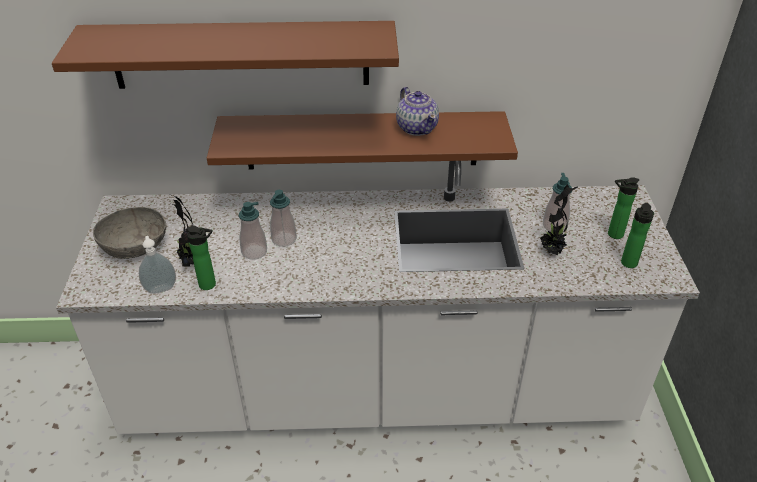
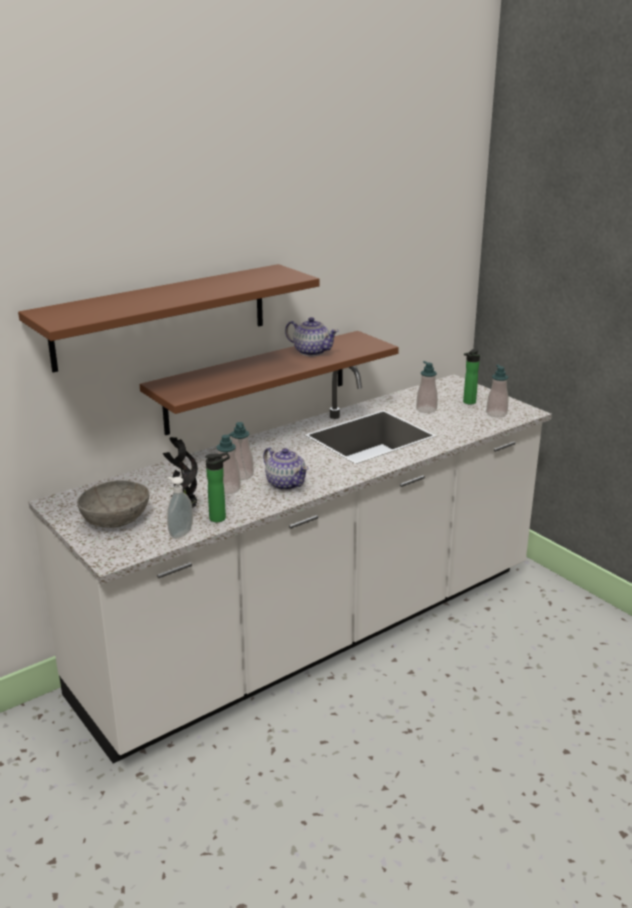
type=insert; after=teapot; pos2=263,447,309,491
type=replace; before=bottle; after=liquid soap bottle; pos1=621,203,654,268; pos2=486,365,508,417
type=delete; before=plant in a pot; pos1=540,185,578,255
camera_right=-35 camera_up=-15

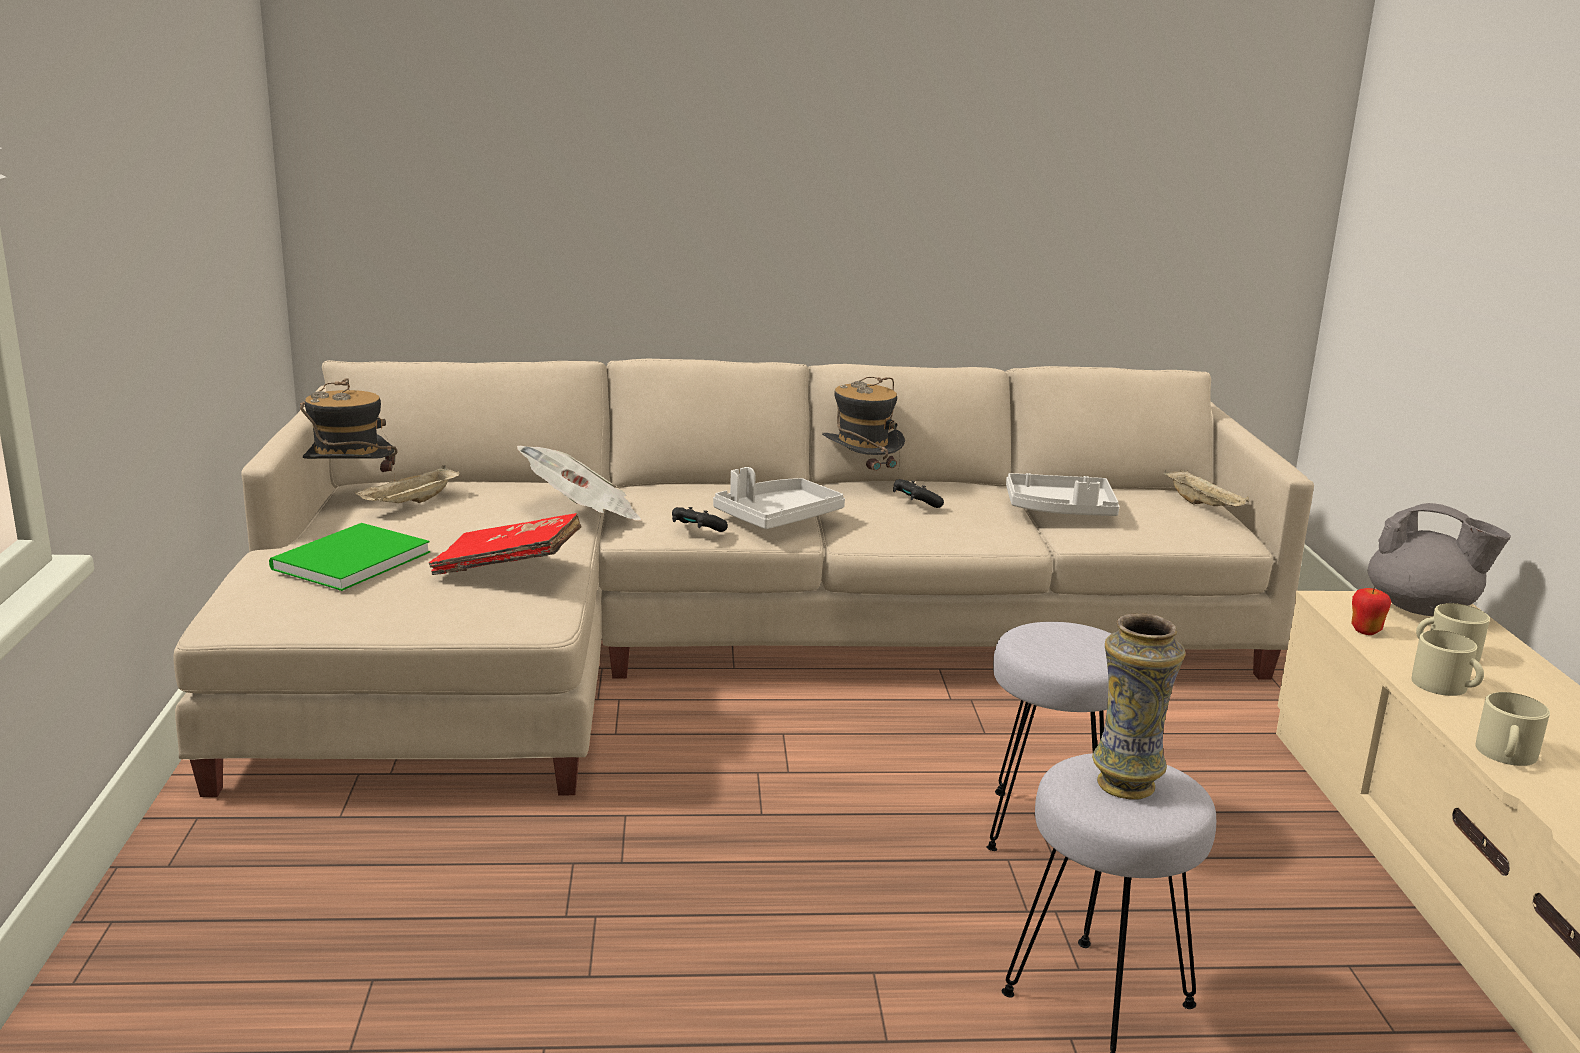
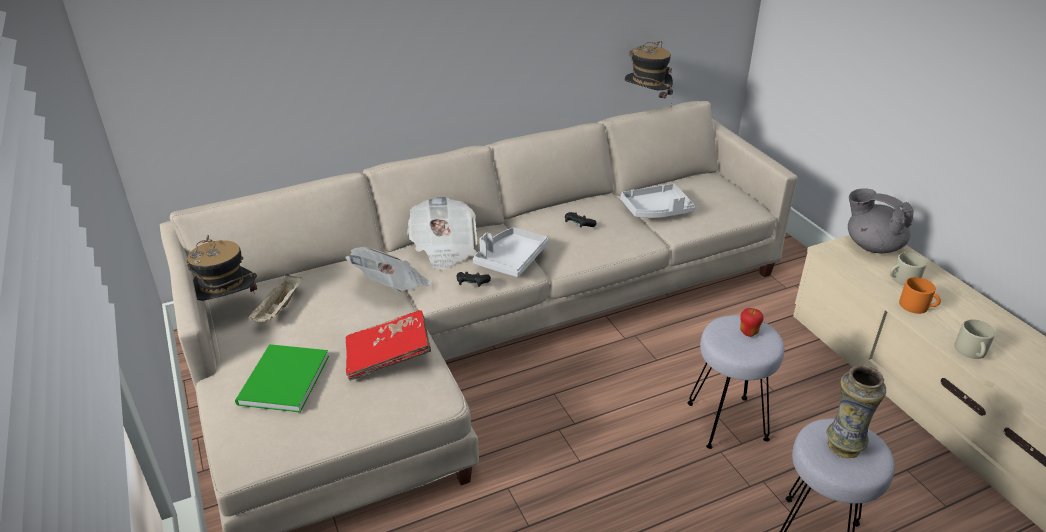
type=insert; after=printed paper; pos2=407,197,477,270
type=move; before=clothing hat; pos1=822,377,905,492; pos2=624,41,673,106
type=move; before=whole apple; pos1=1351,587,1391,635; pos2=740,308,764,337
type=rotate; before=gray teapot; pos1=1368,503,1511,616; pos2=848,188,914,253; turn=-150
type=recolor; before=sand-coloured coffee mug; after=orangey coffee mug; pos1=1412,630,1484,696; pos2=899,277,941,314
type=delete; before=sand-coloured tray; pos1=1163,469,1249,506
camera_right=-20 camera_up=15

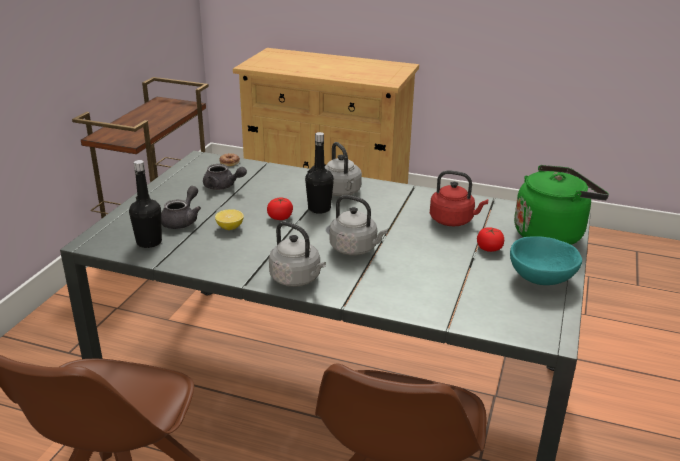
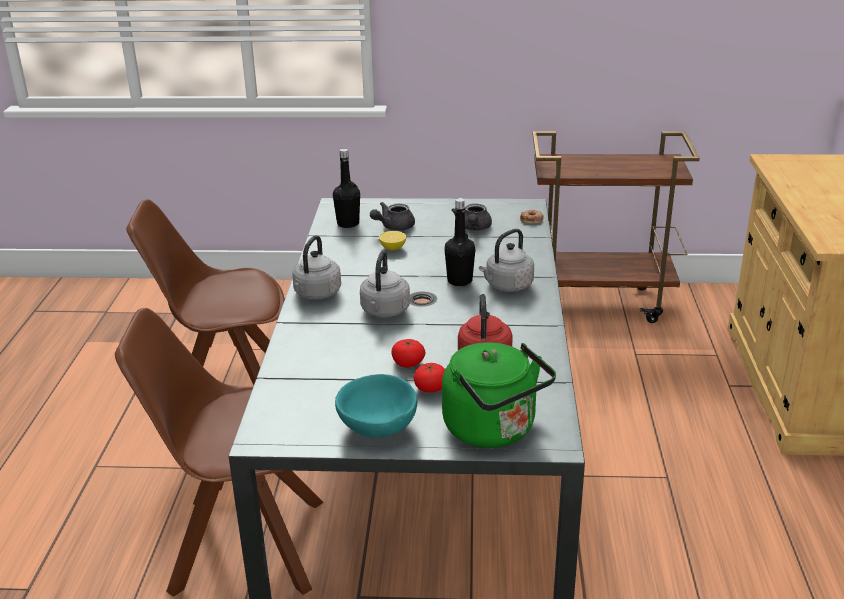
type=rotate; before=gray teapot; pos1=161,186,201,229; pos2=370,202,415,231; turn=135
type=move; before=fresh tomato; pos1=267,197,293,220; pos2=391,339,425,368
camera_right=75 camera_up=0

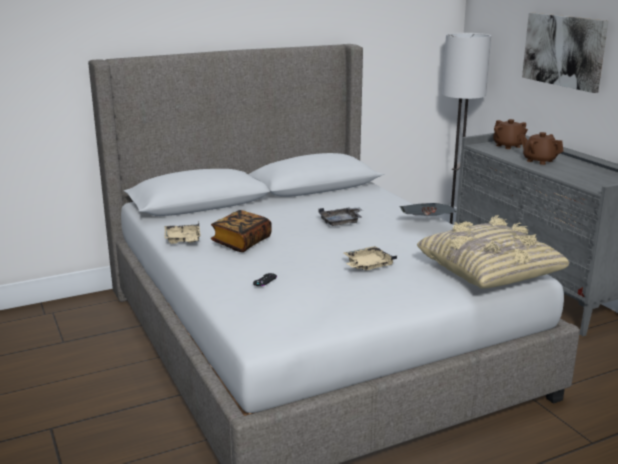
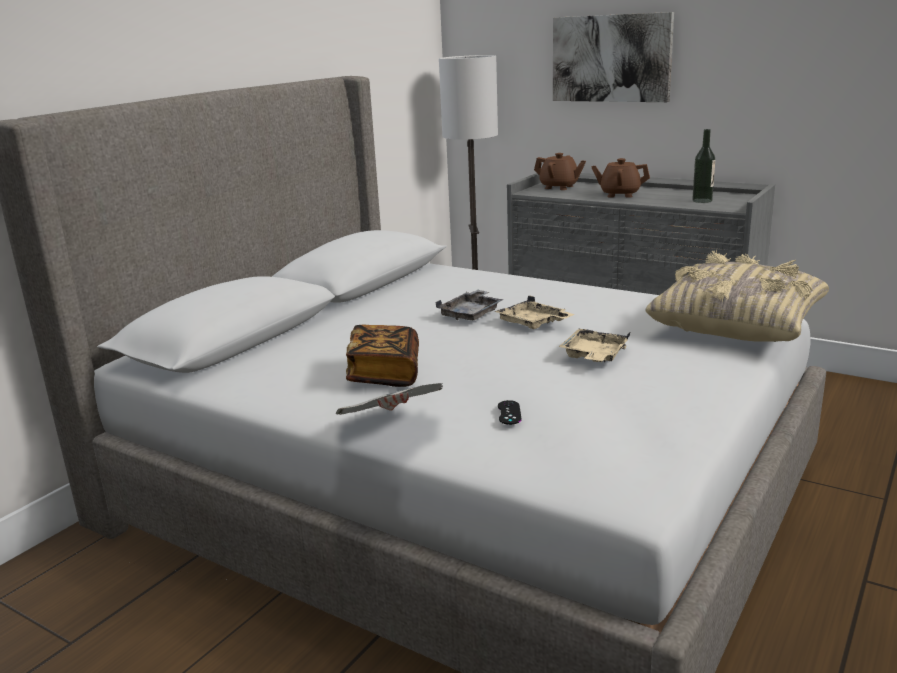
type=move; before=printed paper; pos1=399,203,456,216; pos2=336,383,443,415
type=move; before=sand-coloured tray; pos1=165,222,201,244; pos2=494,295,574,329
type=insert; after=bottle; pos2=692,129,715,203
camera_right=-30 camera_up=0

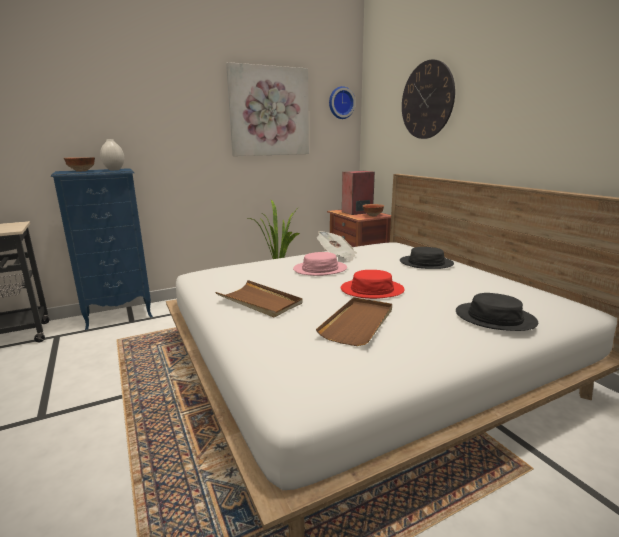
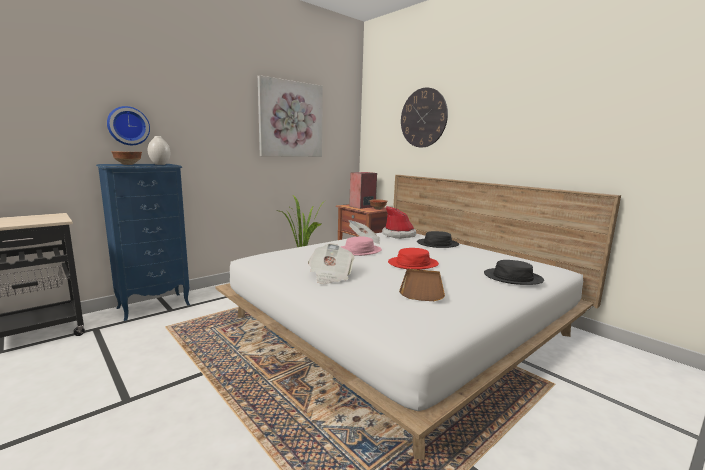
type=move; before=clock on the wall; pos1=329,86,356,119; pos2=107,106,150,145
type=replace; before=brownish tray; after=printed paper; pos1=216,280,303,317; pos2=308,243,354,284
type=insert; after=clothing hat; pos2=382,206,416,239
camera_right=-15 camera_up=-5

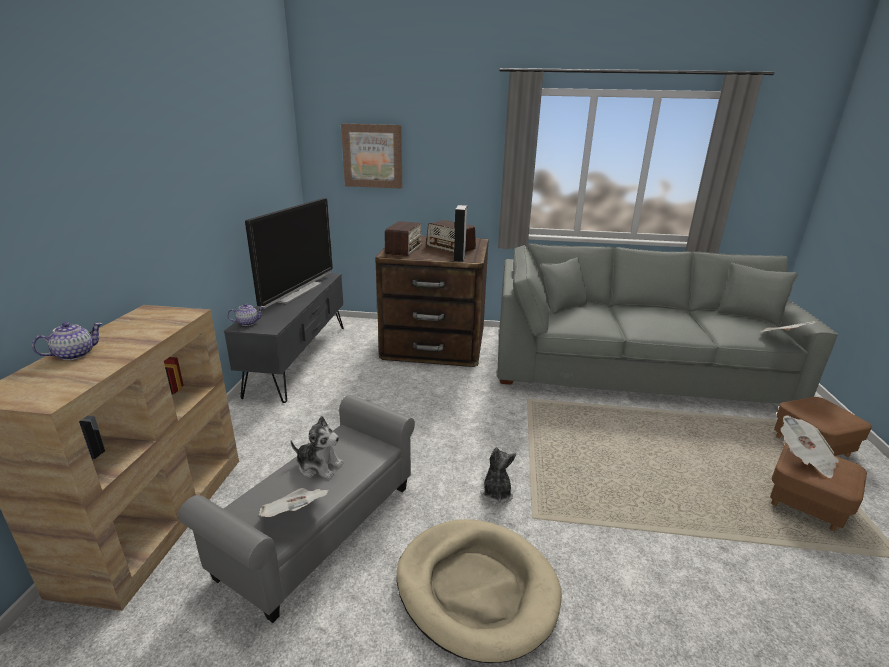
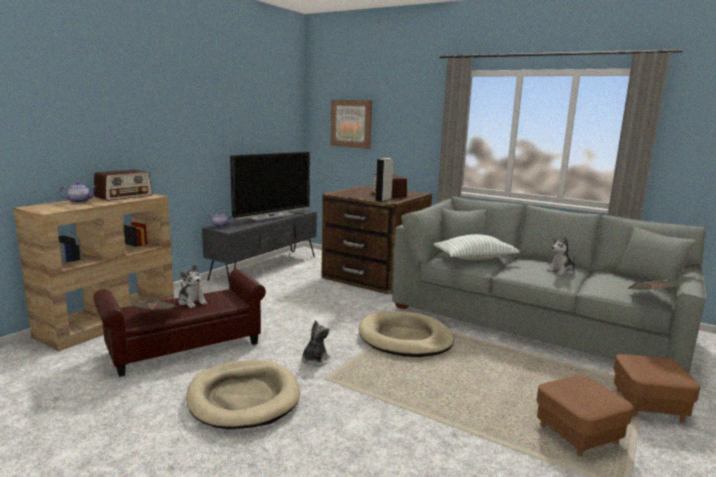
type=recolor; before=gray footrest; after=brownish footrest; pos1=178,395,415,623; pos2=93,269,266,377
type=move; before=radio; pos1=385,221,422,256; pos2=94,170,153,201
type=insert; after=sand-coloured dog bed; pos2=359,311,454,357
type=insert; after=throw pillow; pos2=434,234,520,260
type=insert; after=cuddly toy; pos2=546,236,575,276
type=delete; before=printed paper; pos1=781,415,839,478
camera_right=25 camera_up=-10

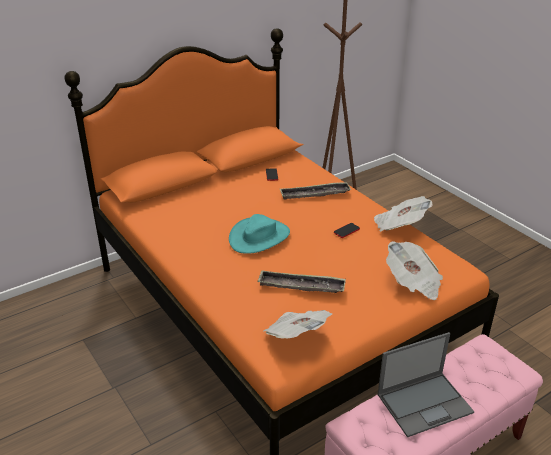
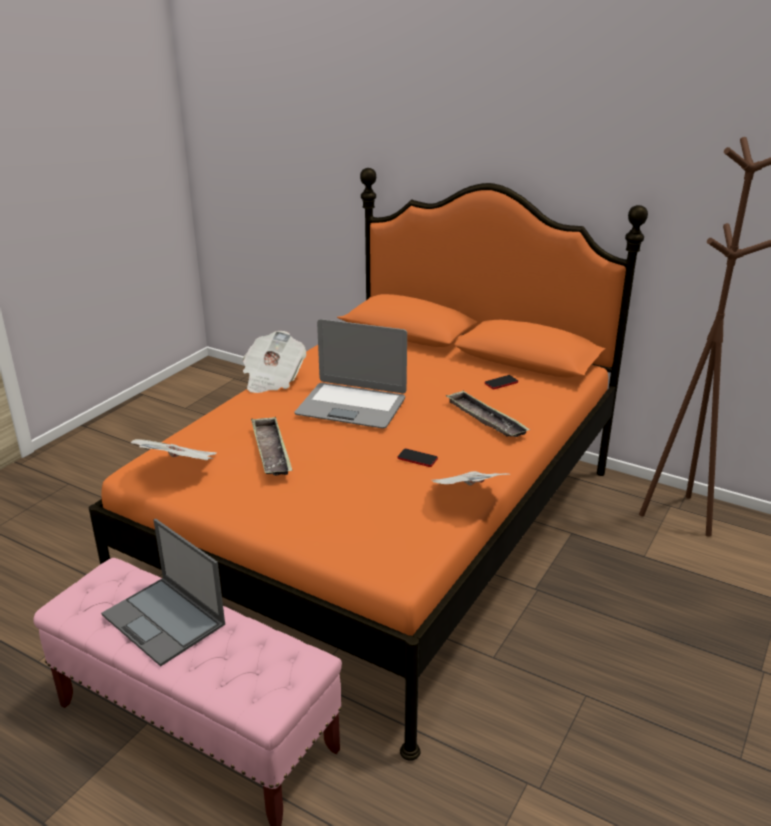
type=move; before=printed paper; pos1=386,241,443,300; pos2=243,331,306,393
type=replace; before=turquoise clothing hat; after=laptop; pos1=229,214,290,254; pos2=295,319,407,429
camera_right=65 camera_up=-5

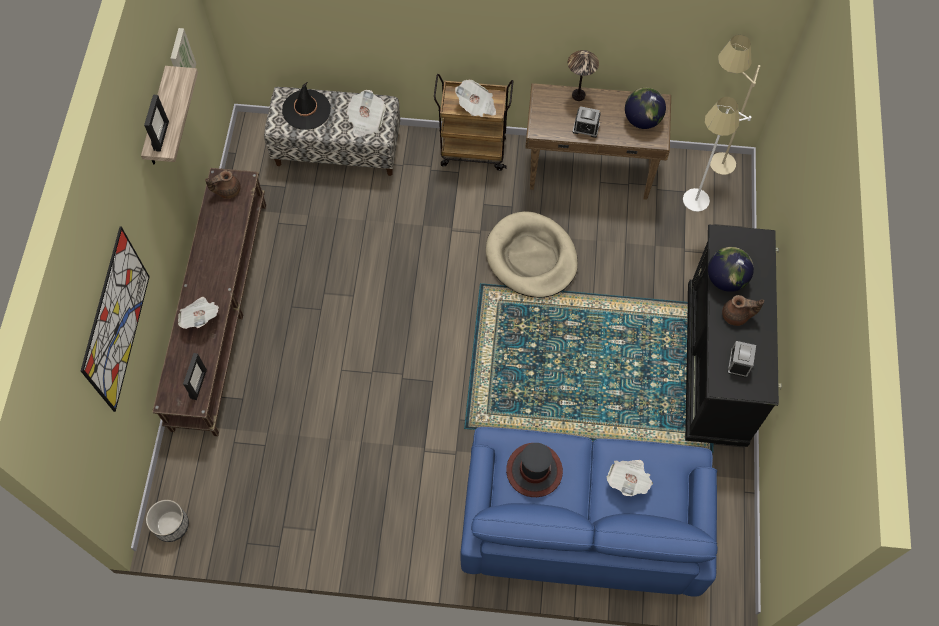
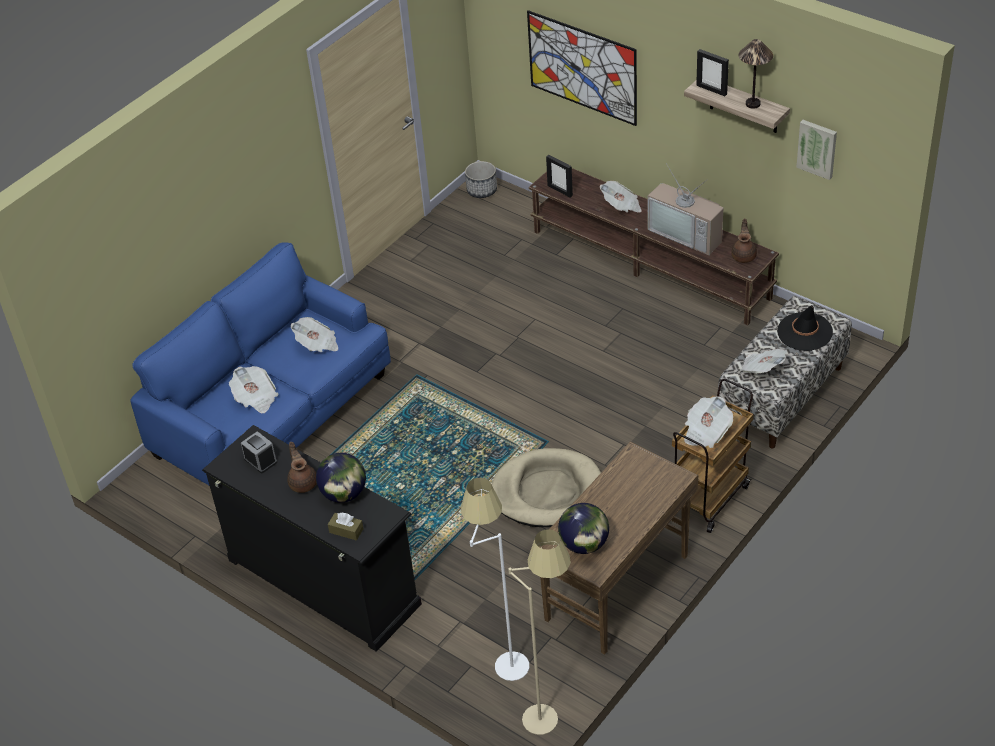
type=rotate; before=brownish teapot; pos1=722,295,764,326; pos2=287,442,317,493; turn=120
type=replace; before=clothing hat; after=printed paper; pos1=506,443,563,497; pos2=291,317,338,352
type=insert; after=brownish box of tissues; pos2=328,512,364,541
type=insert; after=TV; pos2=647,163,723,255
type=move; before=lamp for a table; pos1=567,50,599,101; pos2=739,39,773,109
type=delete; before=bedside clock; pos1=573,106,601,138
camera_right=125 camera_up=-20

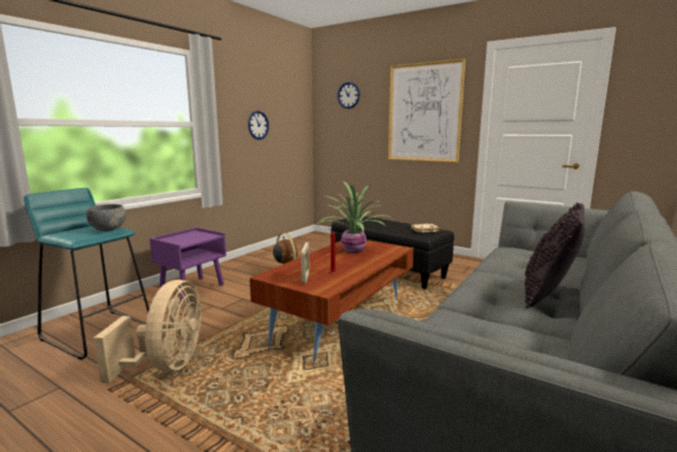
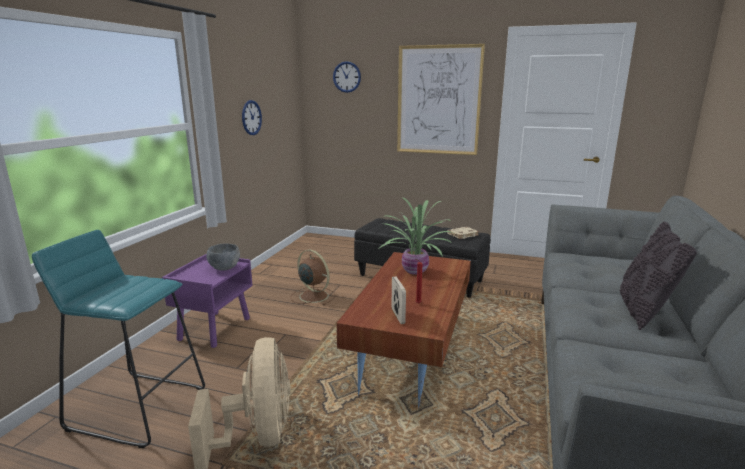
type=move; before=gray serving bowl; pos1=86,204,126,231; pos2=206,243,240,271
camera_right=-15 camera_up=5

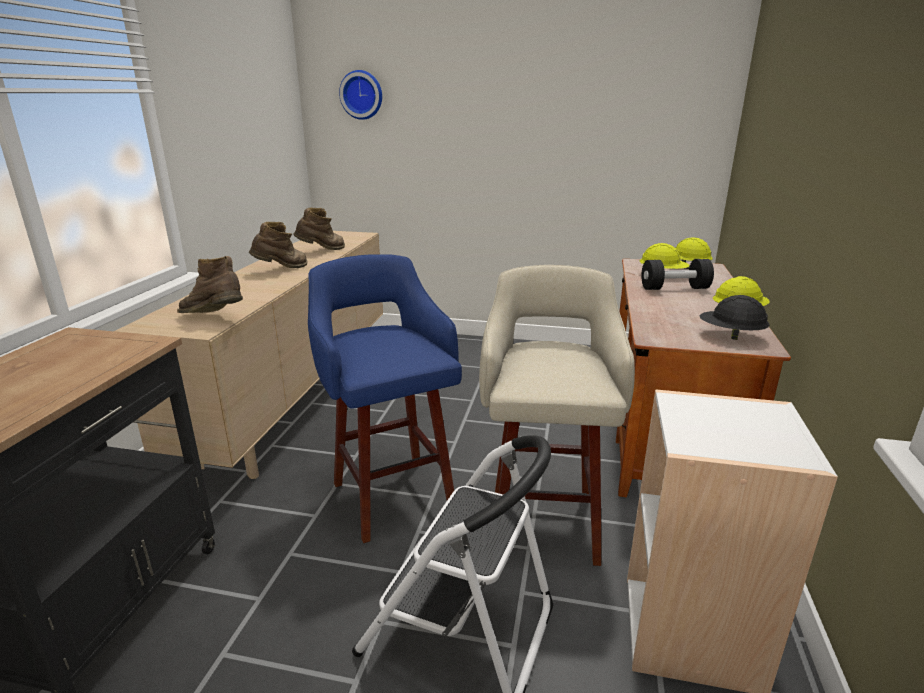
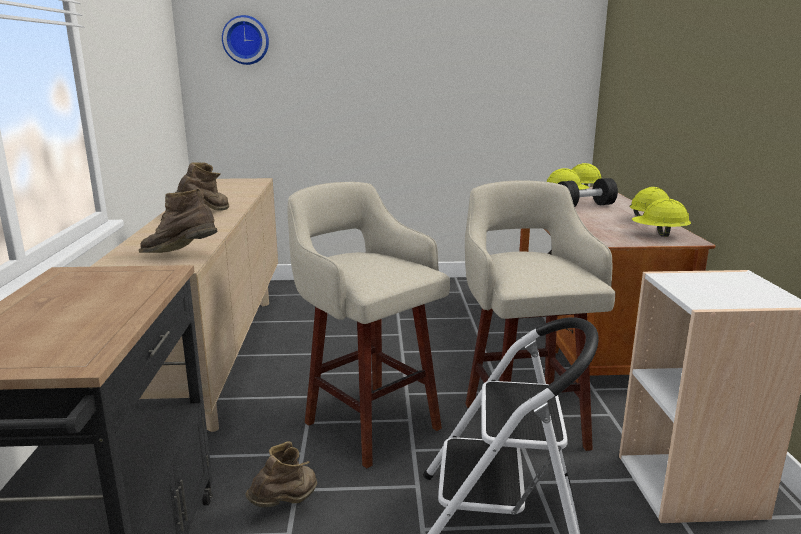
type=move; before=brownish tall boot; pos1=293,208,345,250; pos2=245,441,317,507
type=recolor; before=blue-coloured stool; after=sand-coloured stool; pos1=308,254,462,543; pos2=287,182,450,469
type=recolor; before=black-coloured safety helmet; after=yellow safety helmet; pos1=699,295,770,340; pos2=632,198,691,237
camera_right=-15 camera_up=-5

